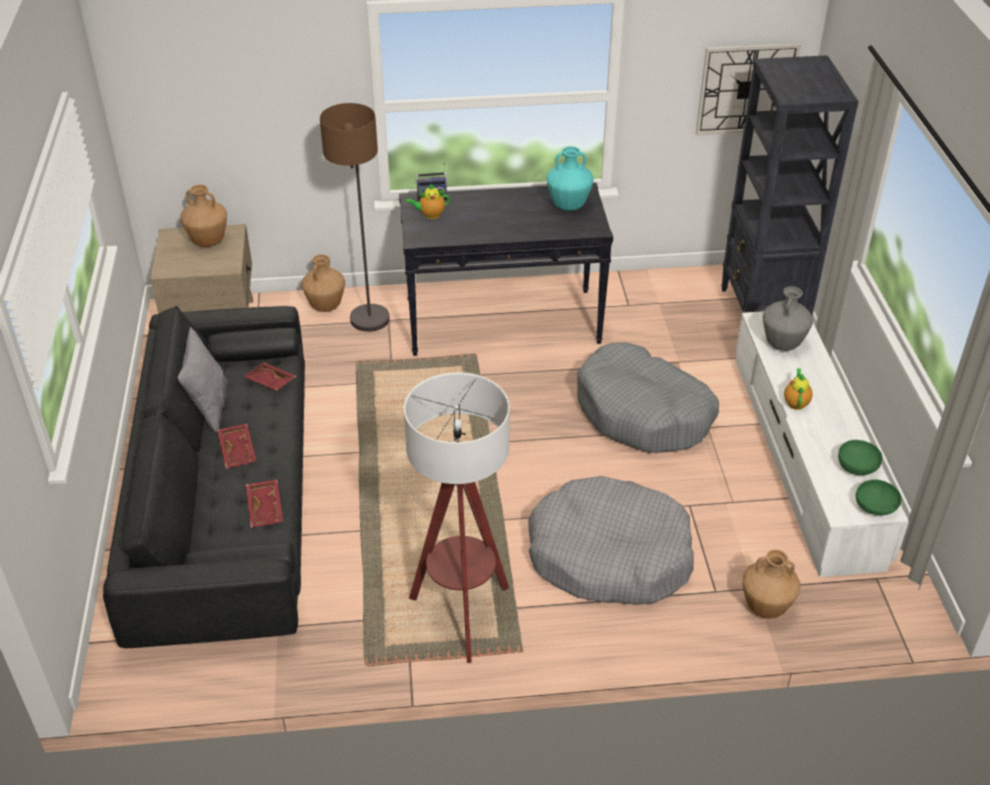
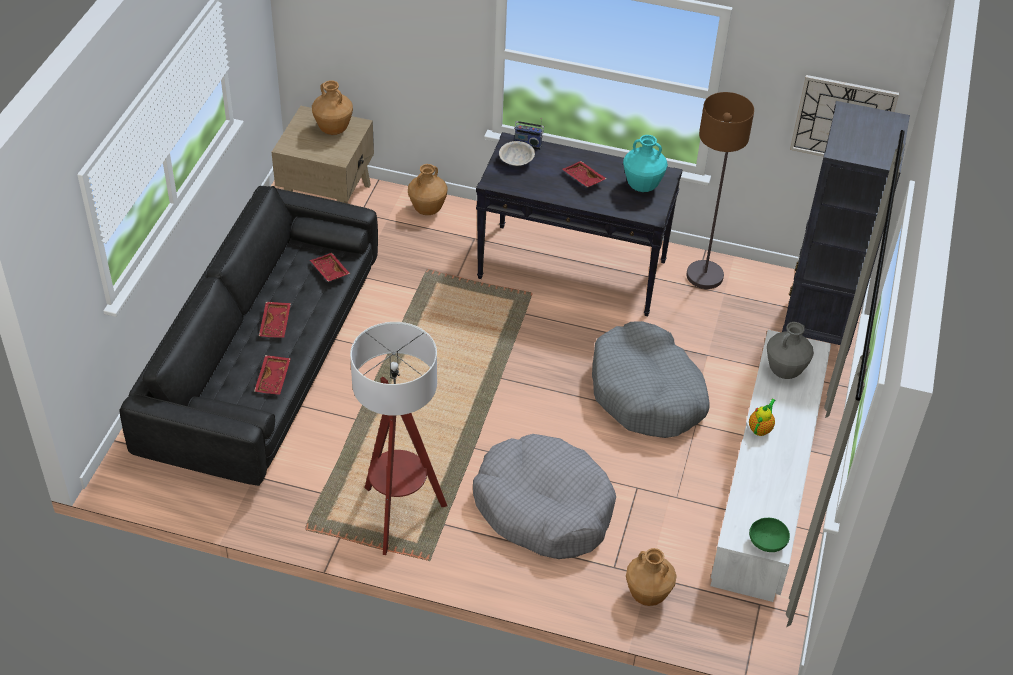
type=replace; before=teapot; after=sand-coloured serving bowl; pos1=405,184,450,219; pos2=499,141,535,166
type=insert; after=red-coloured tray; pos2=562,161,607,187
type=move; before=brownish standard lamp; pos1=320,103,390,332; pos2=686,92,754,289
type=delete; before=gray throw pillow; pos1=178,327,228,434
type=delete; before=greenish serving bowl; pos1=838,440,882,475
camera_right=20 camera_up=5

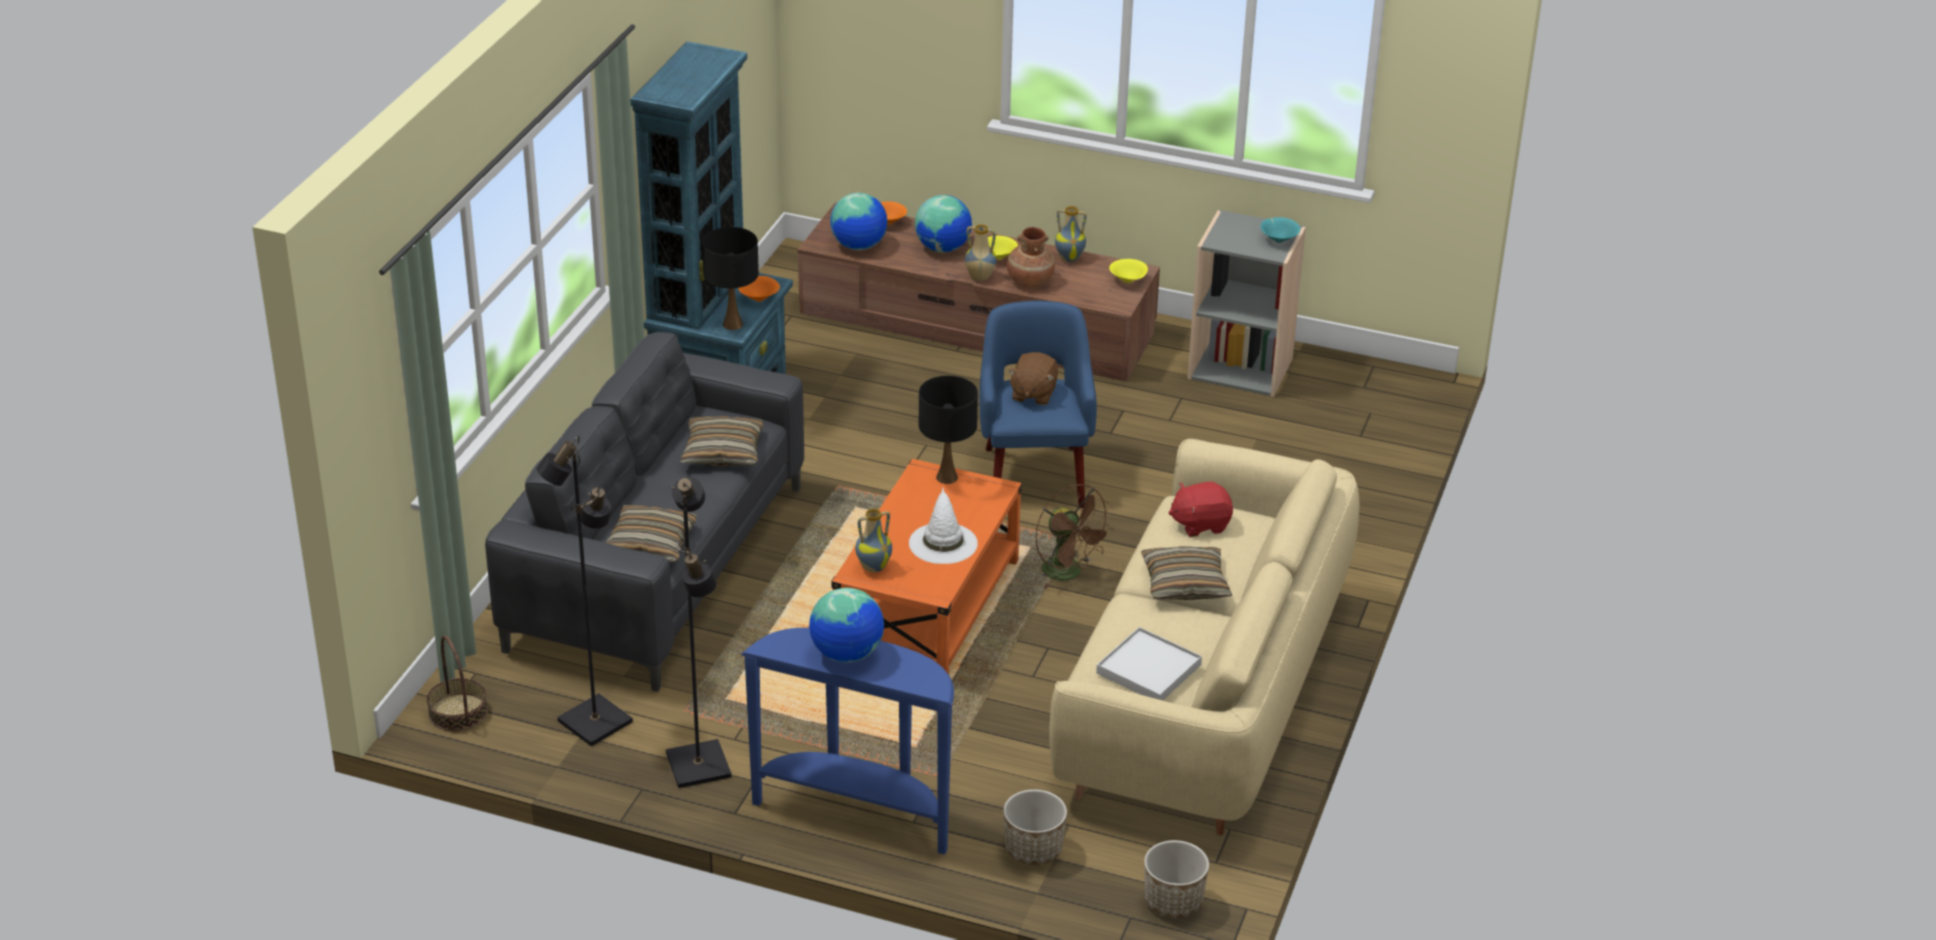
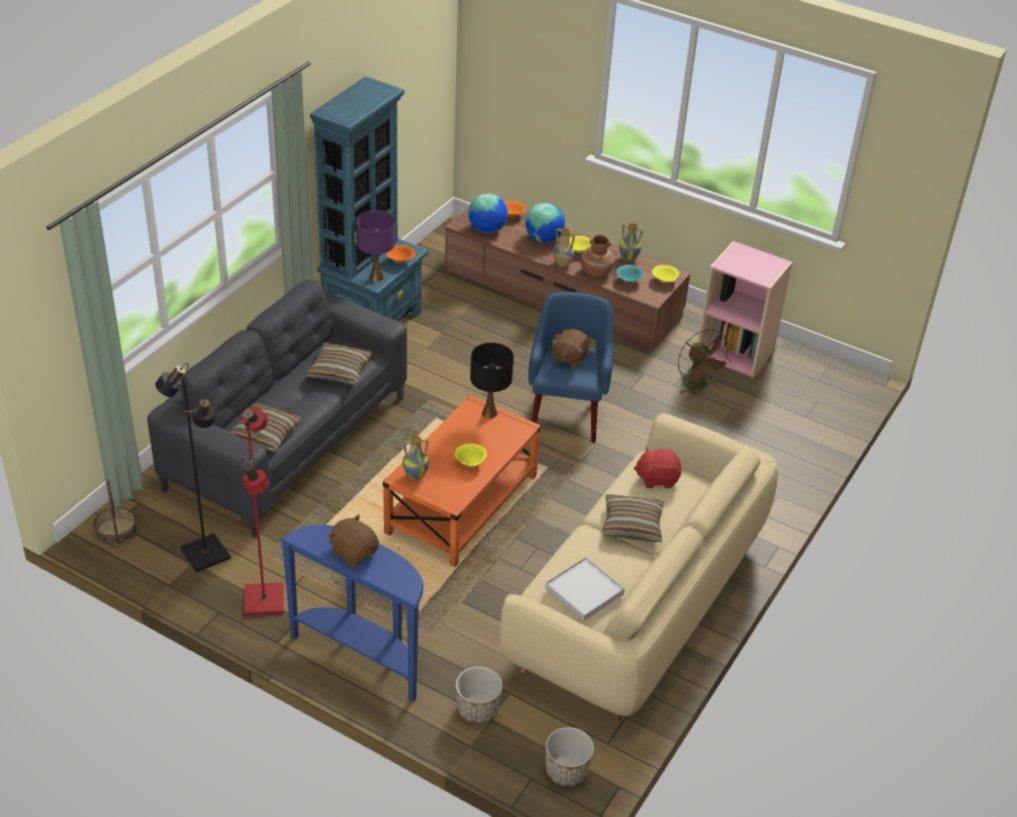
type=recolor; before=black-coloured standard lamp; after=red-coloured standard lamp; pos1=666,477,731,788; pos2=240,407,284,616
type=replace; before=desk globe; after=brownish cuddly toy; pos1=809,588,884,662; pos2=328,514,379,567
type=recolor; before=black-coloured lamp for a table; after=purple lamp for a table; pos1=702,227,759,330; pos2=356,210,395,282
type=replace; before=white-coloured clothing hat; after=yellow serving bowl; pos1=909,488,978,564; pos2=455,443,487,466
type=move; before=turquoise serving bowl; pos1=1261,217,1300,243; pos2=616,265,644,283
type=move; before=brownish electric fan; pos1=1036,484,1114,589; pos2=678,330,733,394
type=recolor; before=gray bookshelf; after=pinkish bookshelf; pos1=1187,210,1306,397; pos2=698,241,792,378
camera_right=10 camera_up=5

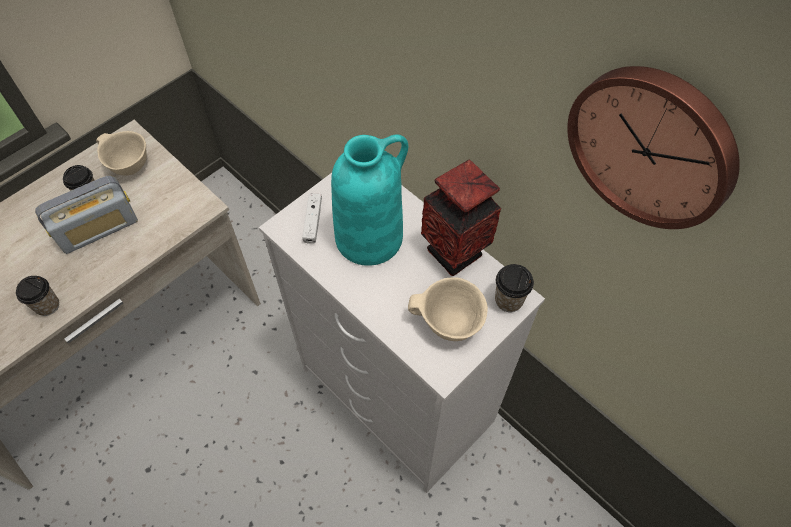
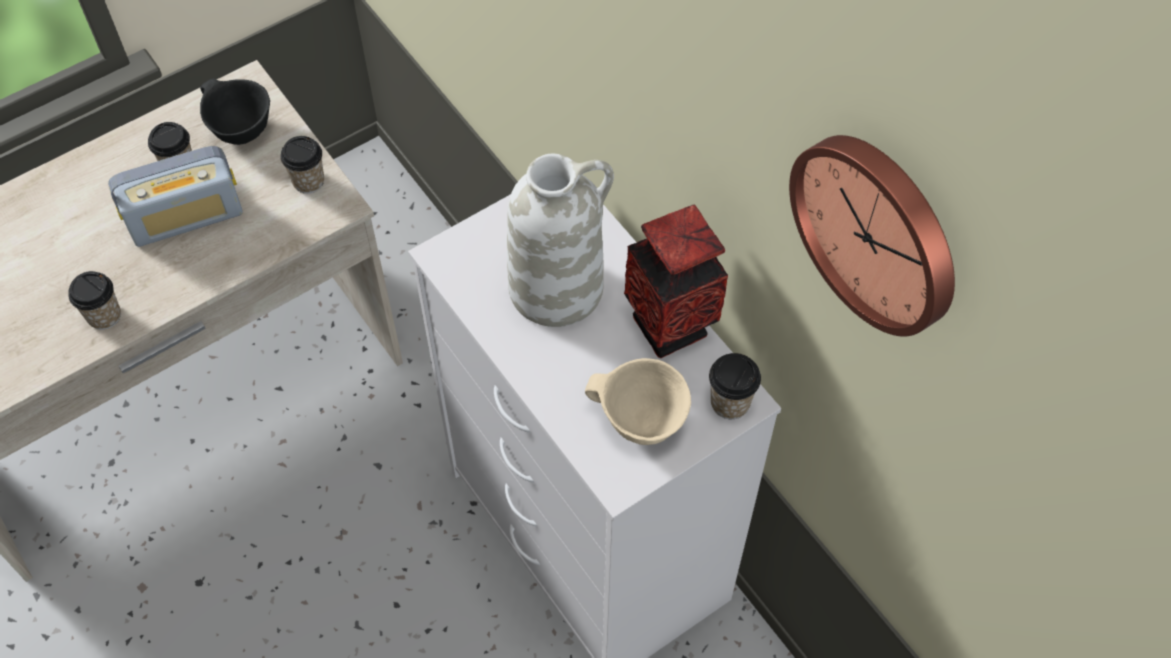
type=recolor; before=sand-coloured serving bowl; after=black-coloured serving bowl; pos1=96,131,147,176; pos2=200,78,270,145
type=insert; after=cup; pos2=280,136,324,194
type=recolor; before=turquoise decorative vase; after=white-coloured decorative vase; pos1=331,134,408,266; pos2=507,154,614,327
type=delete; before=white-coloured joypad; pos1=302,194,322,244
camera_right=10 camera_up=0

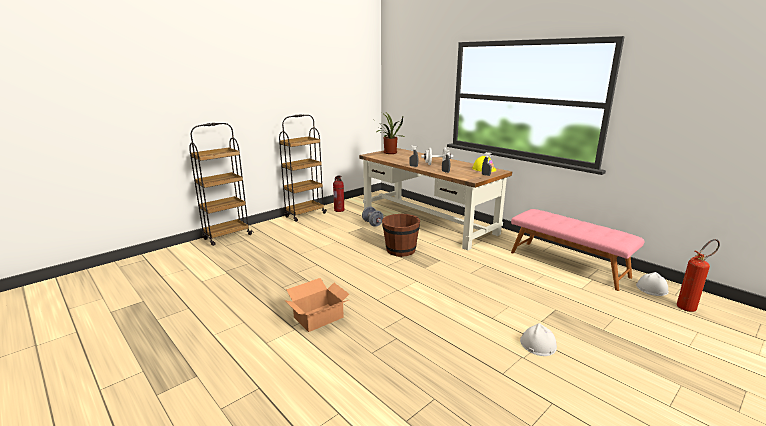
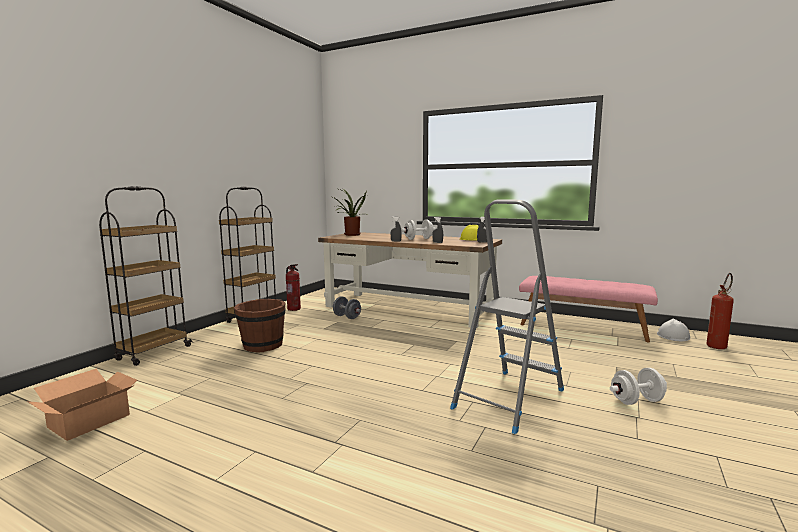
type=move; before=packing box; pos1=285,278,349,332; pos2=27,369,137,441
type=move; before=brownish bucket; pos1=382,214,420,257; pos2=234,299,286,353
type=insert; after=gray step ladder; pos2=450,199,564,434
type=replace; before=white-coloured safety helmet; after=white-coloured dumbbell; pos1=520,323,557,356; pos2=610,368,667,405
camera_right=-20 camera_up=-10

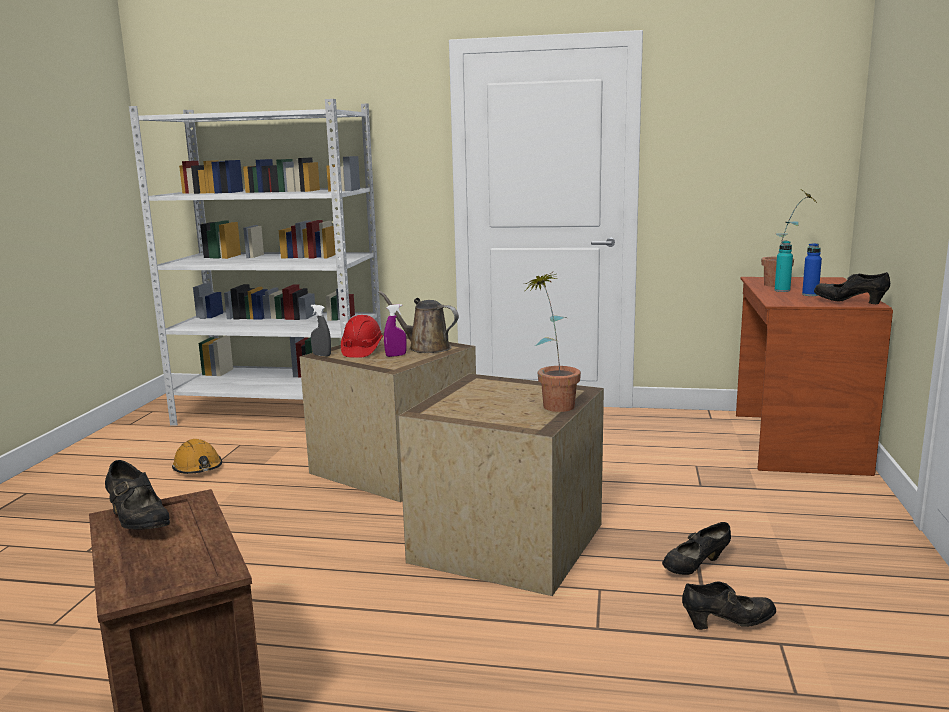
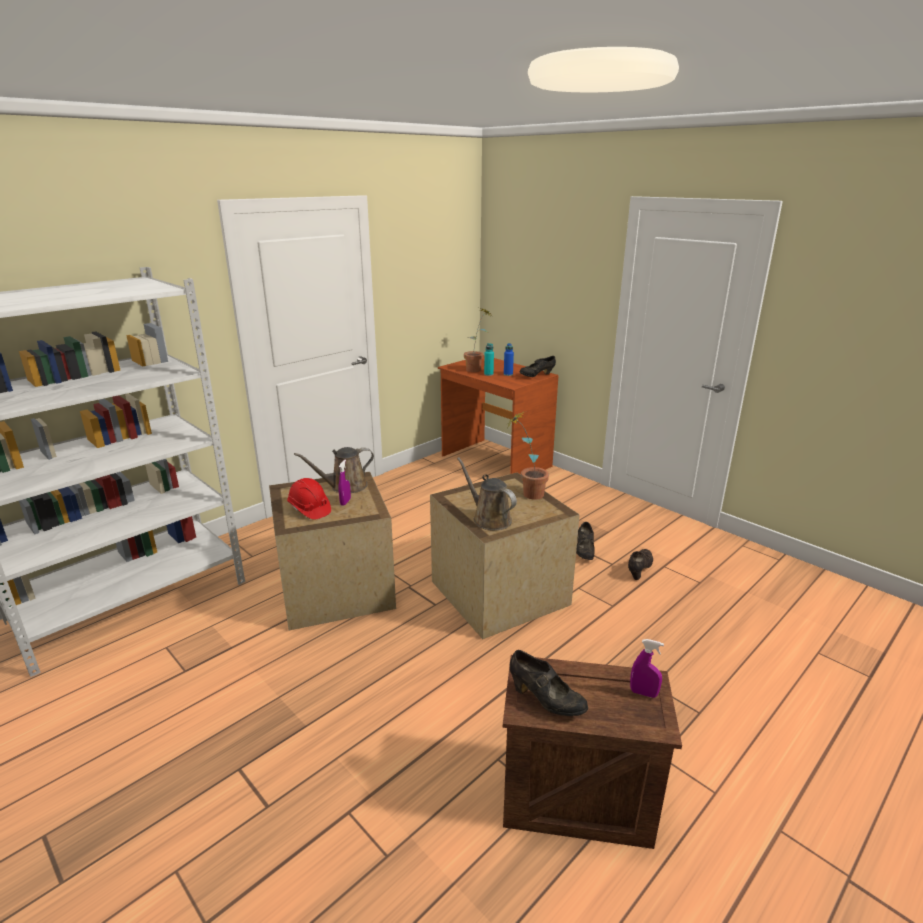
type=insert; after=brownish watering can; pos2=457,457,517,530
type=rotate; before=black-coloured item of footwear; pos1=105,460,170,530; pos2=510,650,588,716; turn=45
type=insert; after=purple hand sprayer; pos2=630,639,664,698
type=delete; before=orangey safety helmet; pos1=172,439,222,474
type=delete; before=gray hand sprayer; pos1=311,305,331,357
camera_right=-55 camera_up=10

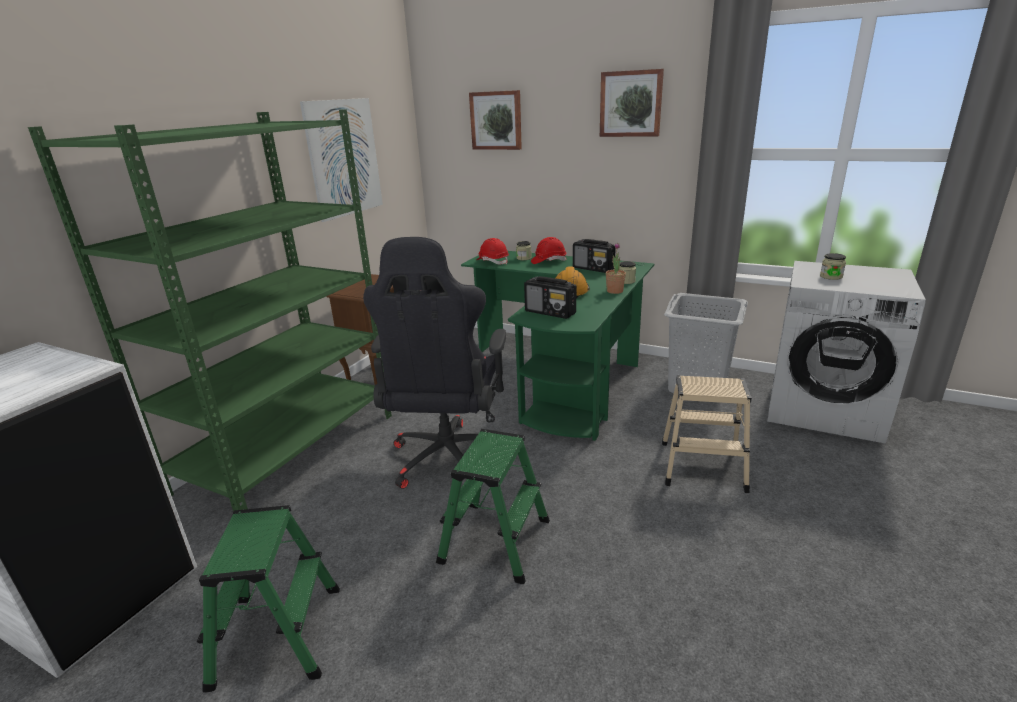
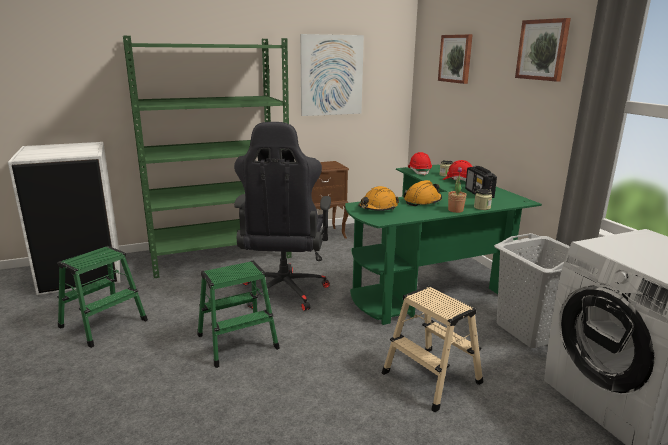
type=rotate; before=black-coloured desk chair; pos1=363,237,506,489; pos2=234,122,331,311; turn=-45
type=replace; before=radio; after=orangey safety helmet; pos1=524,276,576,319; pos2=358,186,399,211
type=delete; before=storage jar; pos1=820,253,846,280
camera_right=40 camera_up=-5

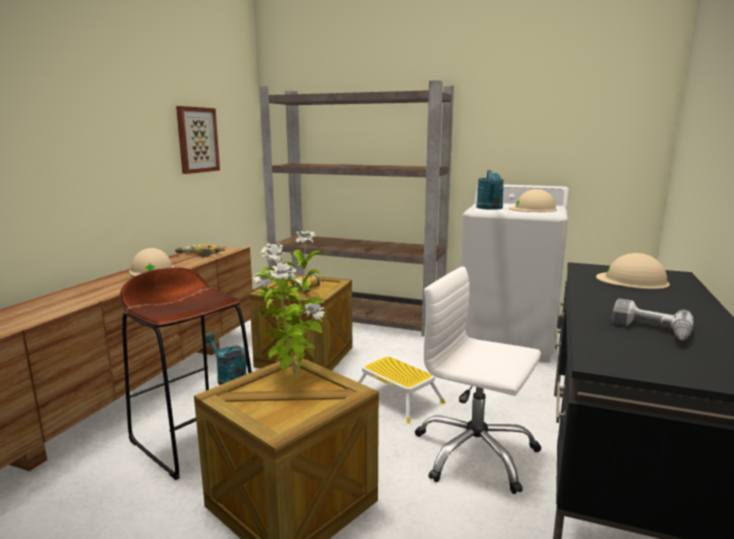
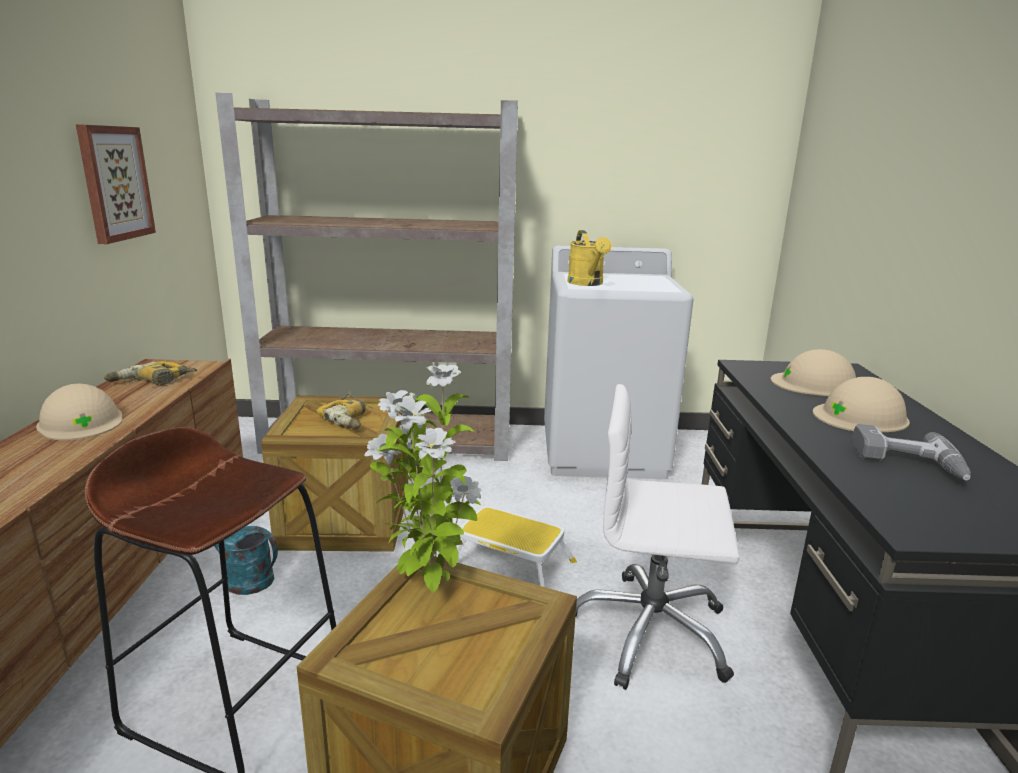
type=recolor; before=turquoise watering can; after=yellow watering can; pos1=476,170,504,210; pos2=567,230,612,286
type=move; before=sand-coloured safety helmet; pos1=509,189,557,212; pos2=813,377,910,432
camera_right=-20 camera_up=5

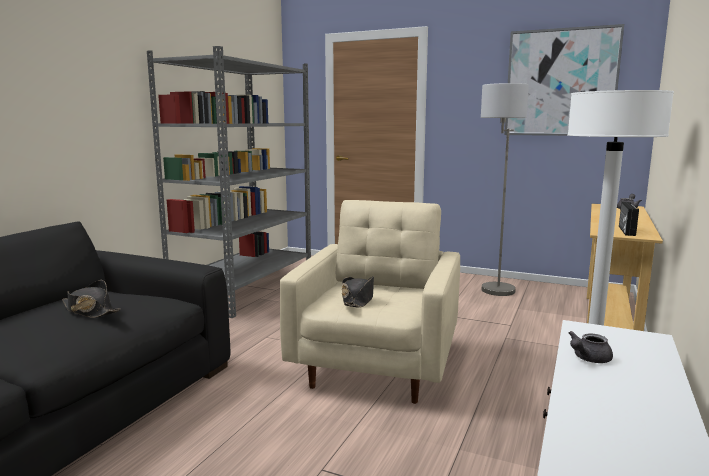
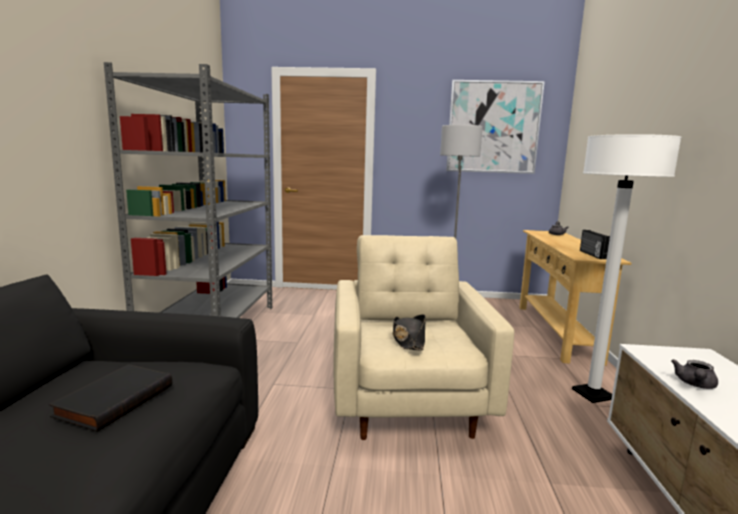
type=replace; before=black-coloured clothing hat; after=black-coloured book; pos1=62,280,120,318; pos2=49,364,172,432
camera_right=-20 camera_up=0

